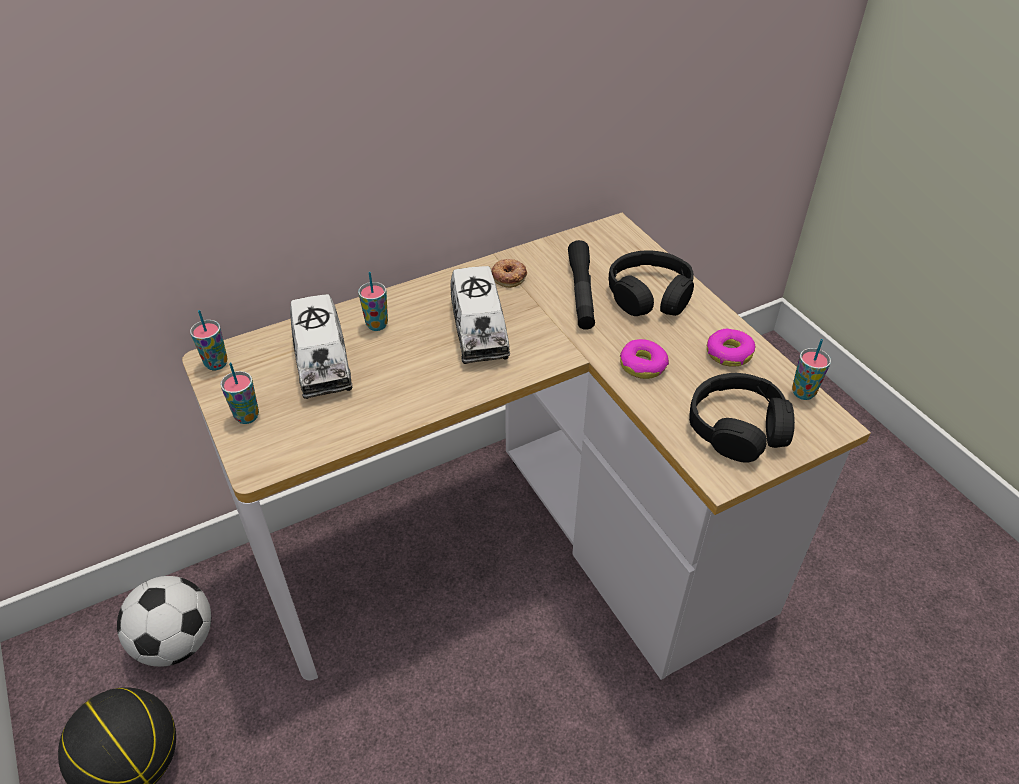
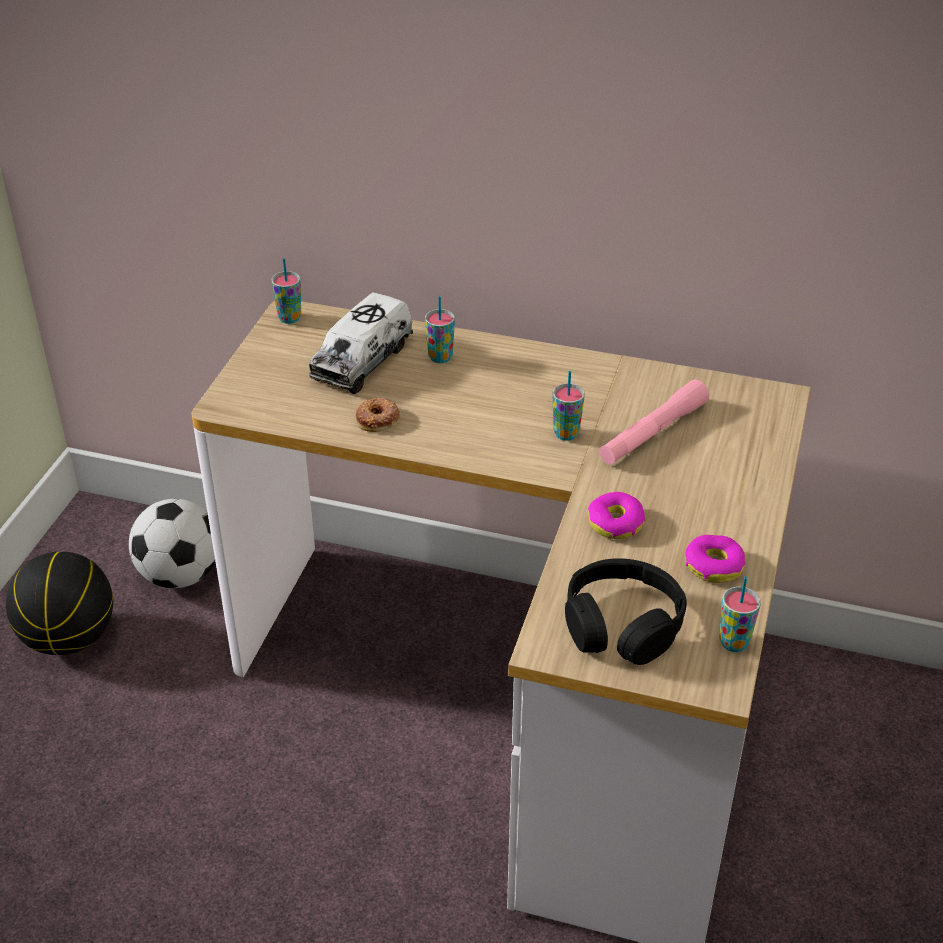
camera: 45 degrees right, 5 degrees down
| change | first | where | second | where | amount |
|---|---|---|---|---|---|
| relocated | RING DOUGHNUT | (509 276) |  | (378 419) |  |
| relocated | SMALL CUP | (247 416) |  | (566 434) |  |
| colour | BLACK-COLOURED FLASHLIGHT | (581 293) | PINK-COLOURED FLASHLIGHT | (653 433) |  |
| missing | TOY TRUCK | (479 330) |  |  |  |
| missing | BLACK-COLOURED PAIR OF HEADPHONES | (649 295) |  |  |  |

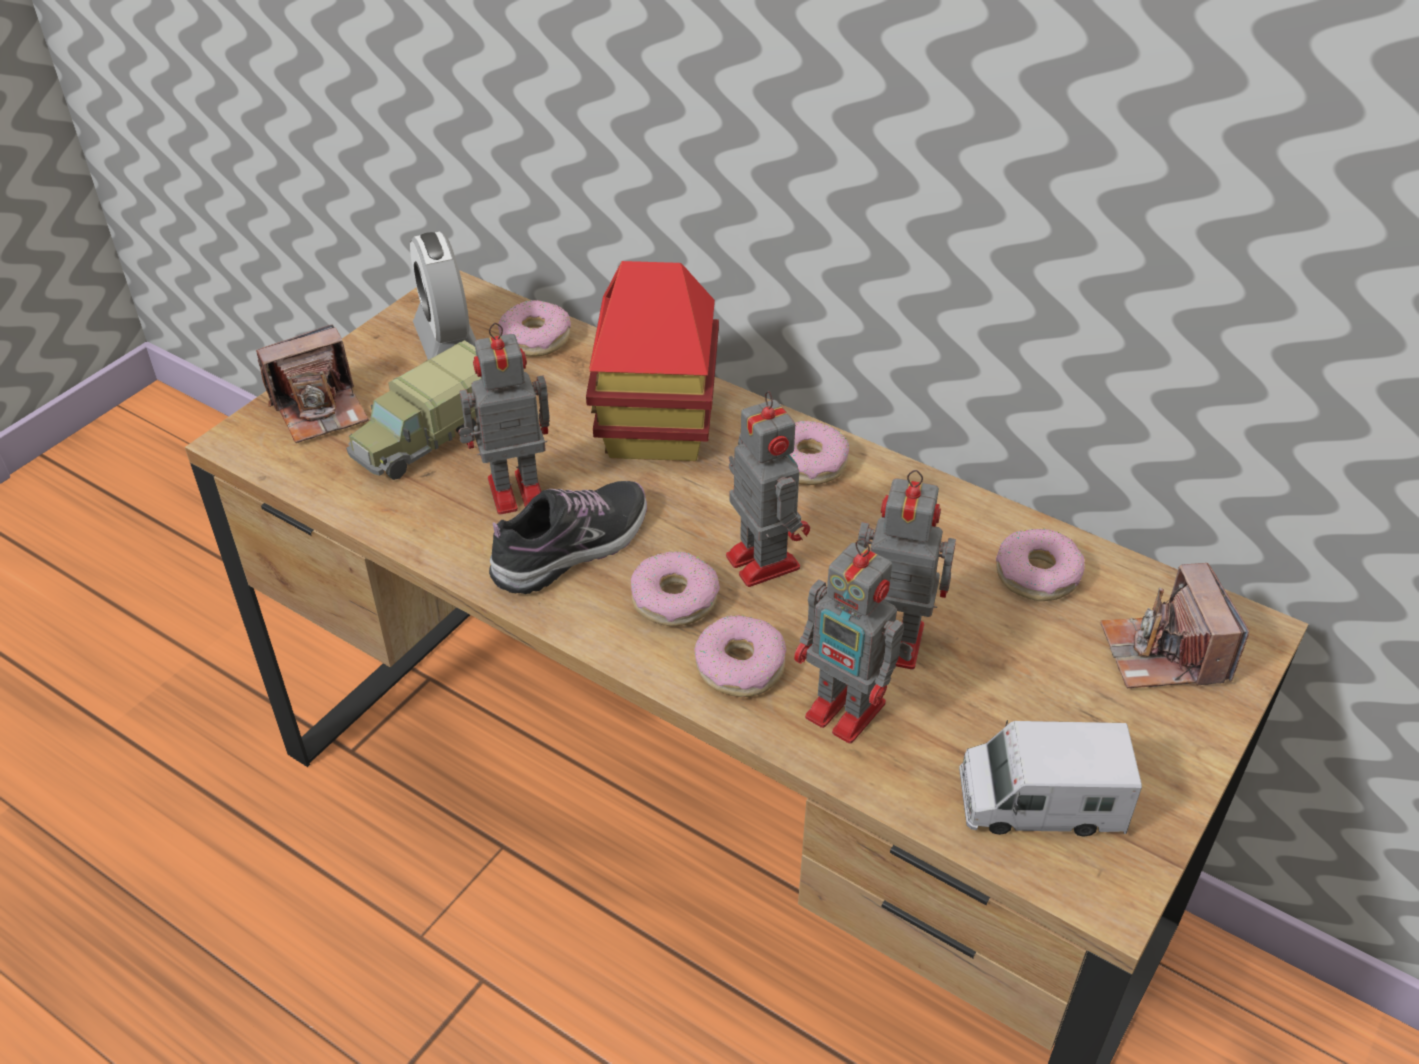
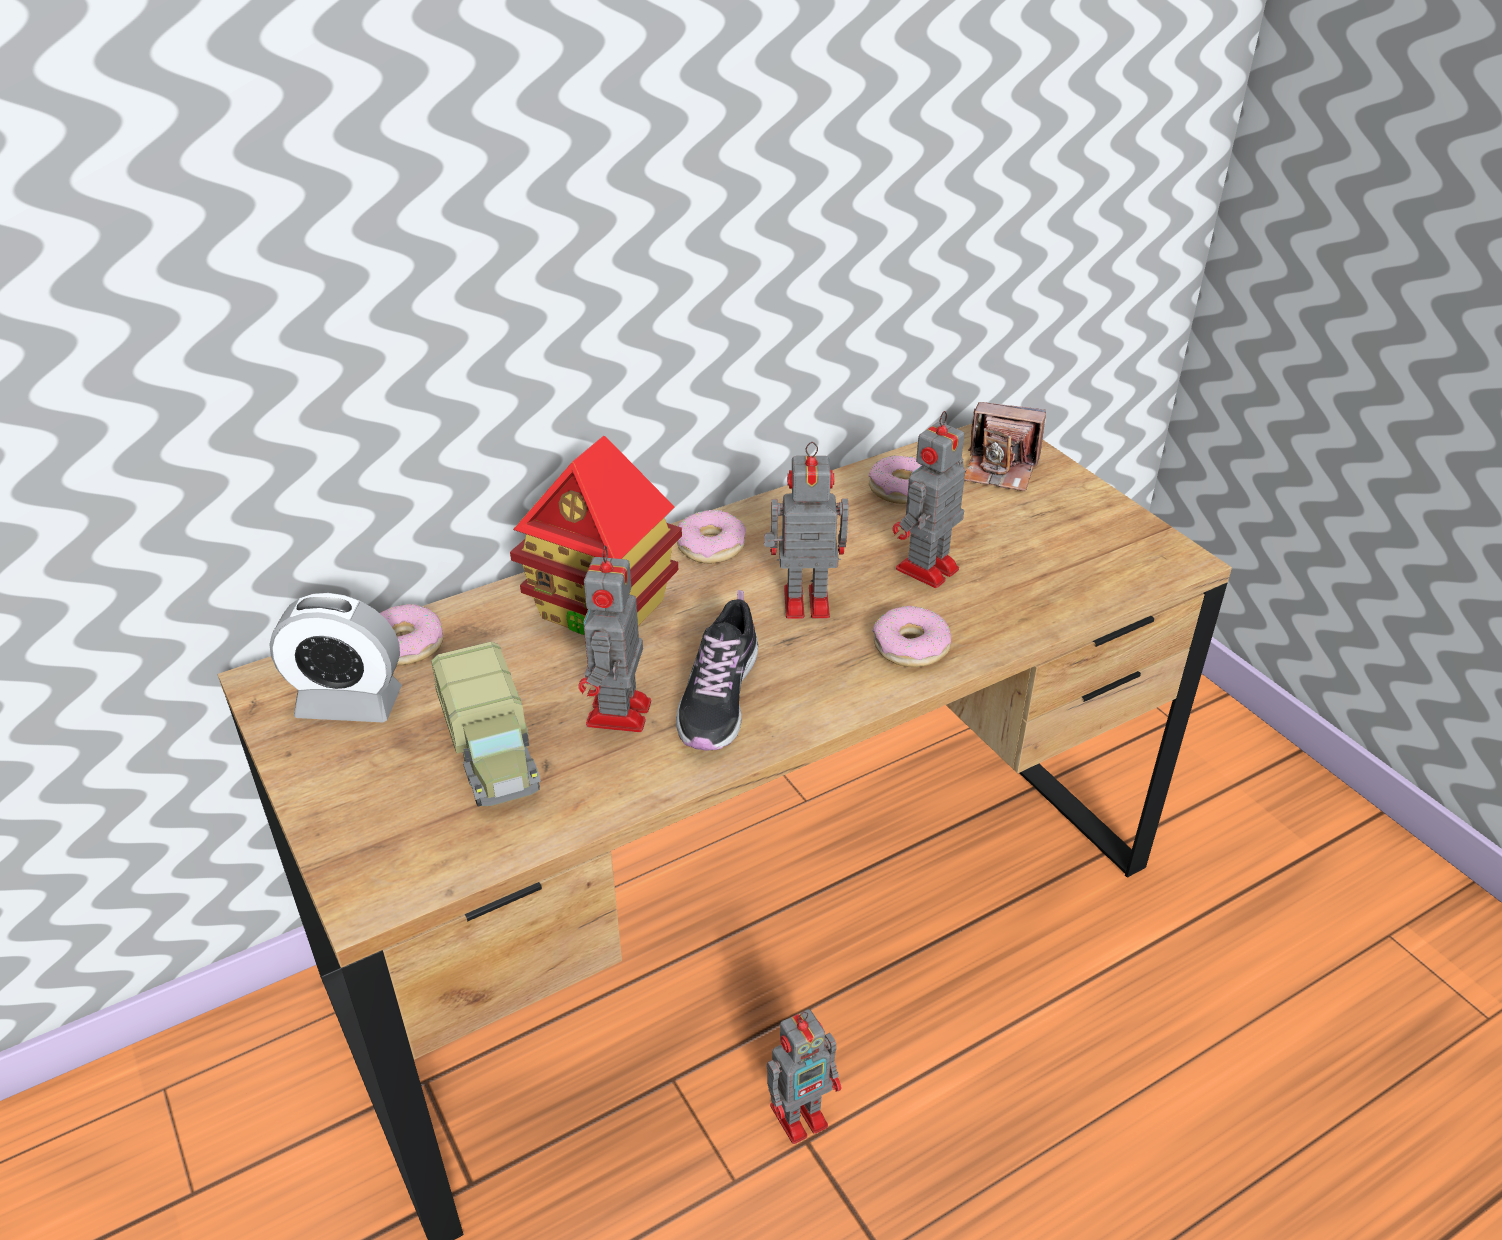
camera: 65 degrees left, 5 degrees down
| change | first | where | second | where | amount |
|---|---|---|---|---|---|
| spun | SHOE | (572 548) |  | (719 698) | 150 degrees counterclockwise |
| relocated | MODEL ROBOT | (849 712) |  | (801 1114) |  |
| missing | PHOTO CAMERA | (320 409) |  |  |  |
| missing | RING DOUGHNUT | (674 599) |  |  |  |
| missing | TOY TRUCK | (1039 803) |  |  |  |

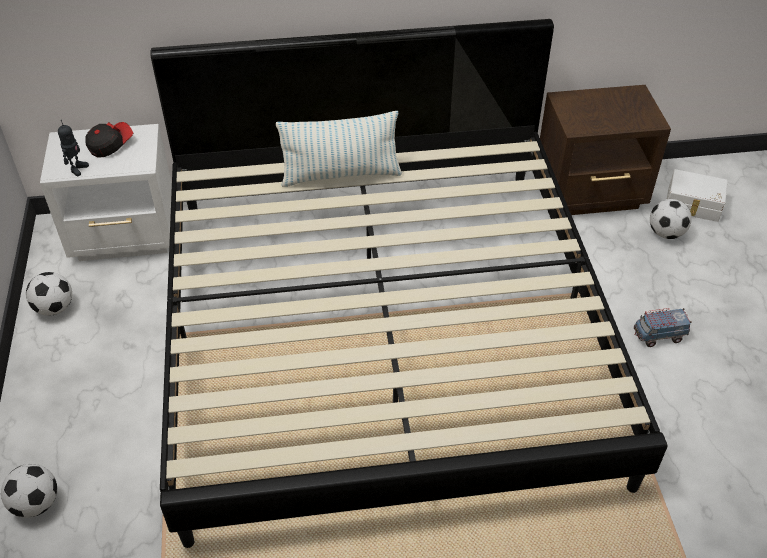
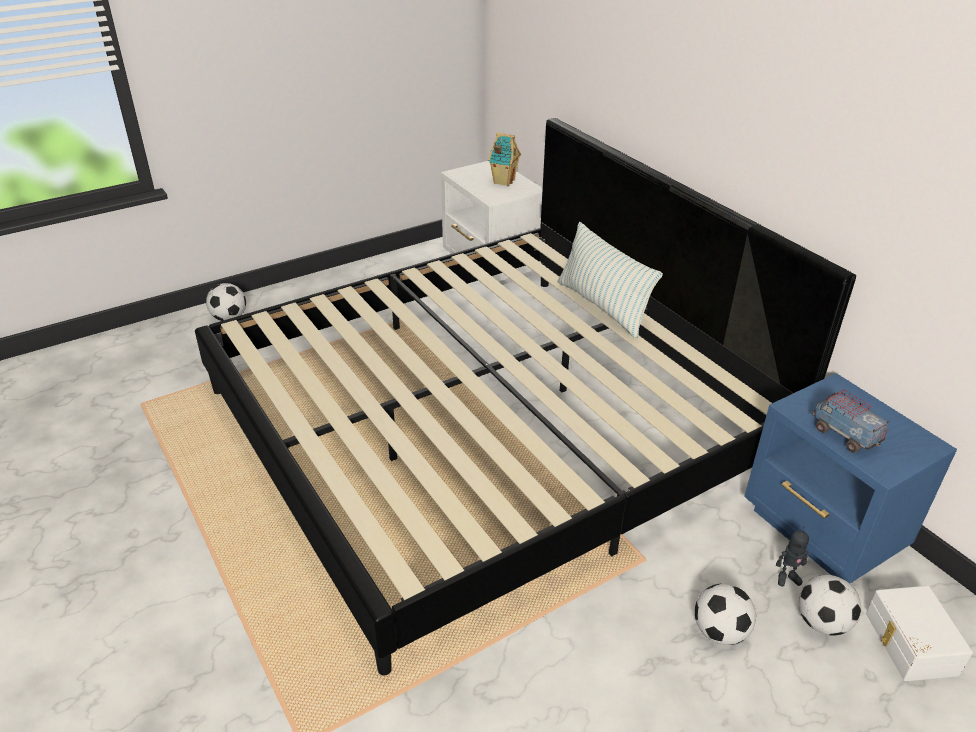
camera: 65 degrees right, 10 degrees down
| change | first | where | second | where | amount |
|---|---|---|---|---|---|
| exchanged | PEAKED CAP | (110 145) | MINIATURE HOUSE | (503 181) |  |
| relocated | FOOTBALL BALL | (54 308) |  | (719 631) |  |
| colour | BROWNISH NIGHT TABLE | (591 193) | BLUE NIGHT TABLE | (823 531) |  |
| relocated | MODEL ROBOT | (77 169) |  | (787 577) |  |
| relocated | TOY TRUCK | (658 335) |  | (844 435) |  |

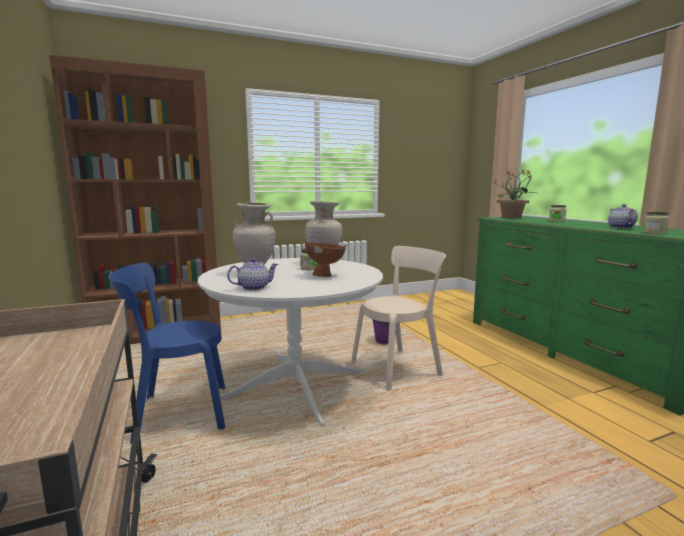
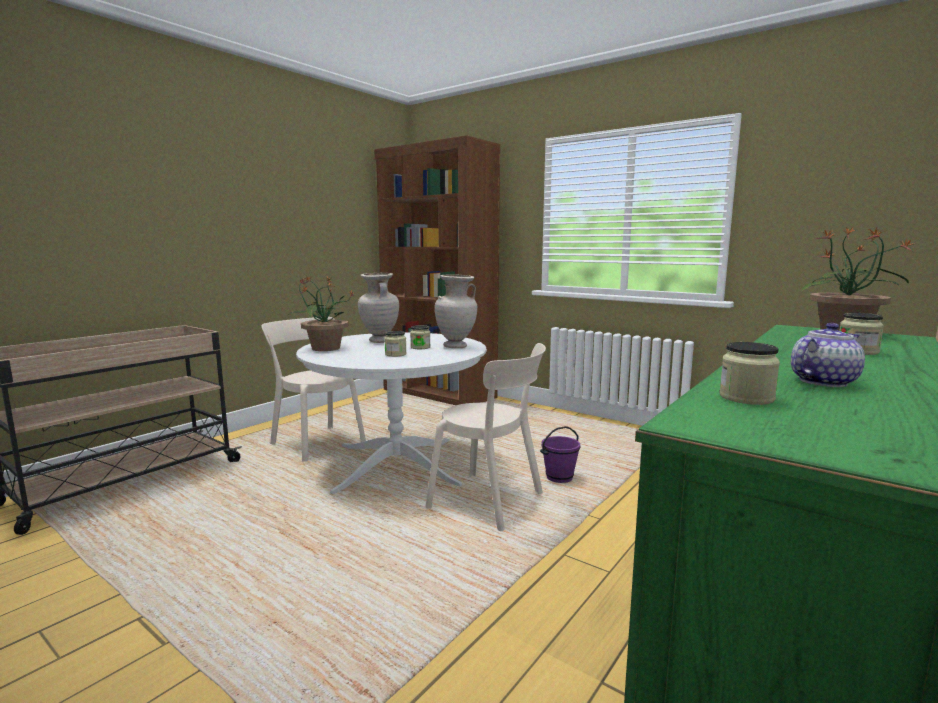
camera: 60 degrees right, 0 degrees up
| change | first | where | second | where | amount |
|---|---|---|---|---|---|
| colour | BLUE CHAIR | (177 413) | BEIGE CHAIR | (316 442) |  |
| exchanged | TEA POT | (254 287) | POTTED PLANT | (324 348) |  |
| exchanged | BROWNISH SERVING BOWL | (326 275) | JAR | (395 354) |  |

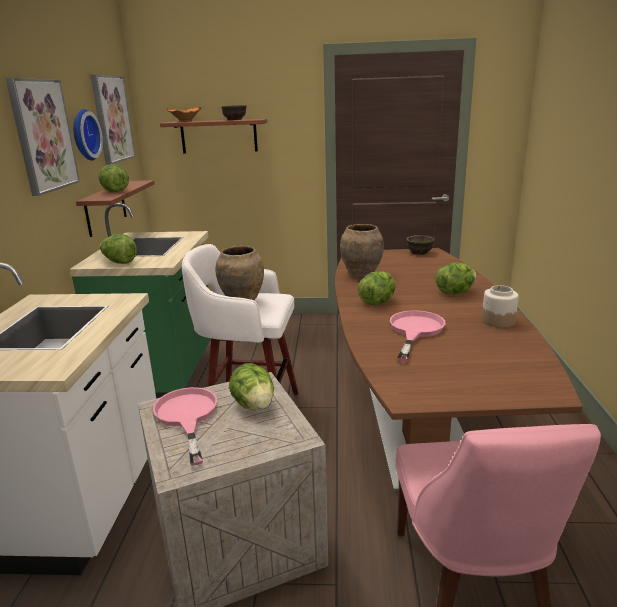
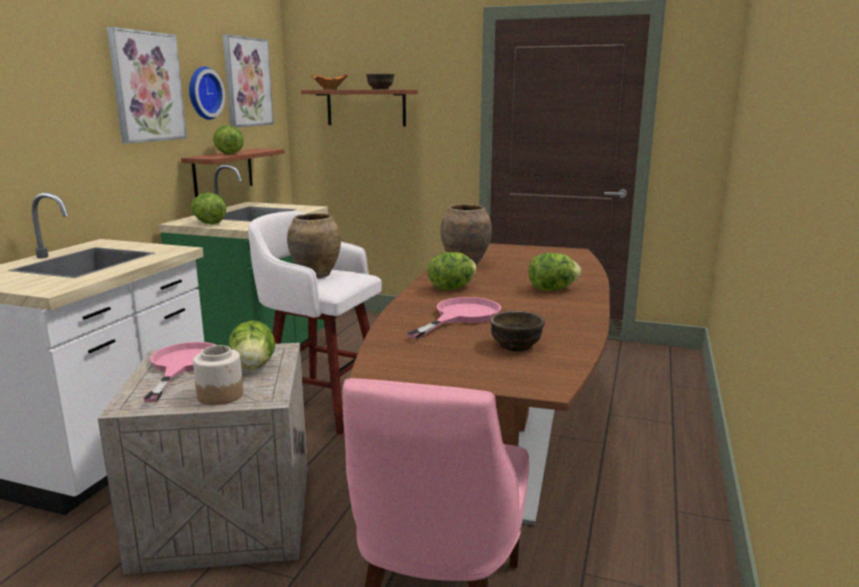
camera: 15 degrees right, 5 degrees down
| change | first | where | second | where | amount |
|---|---|---|---|---|---|
| relocated | JAR | (498 321) |  | (220 395) |  |
| relocated | BROWNISH SERVING BOWL | (419 252) |  | (516 346) |  |

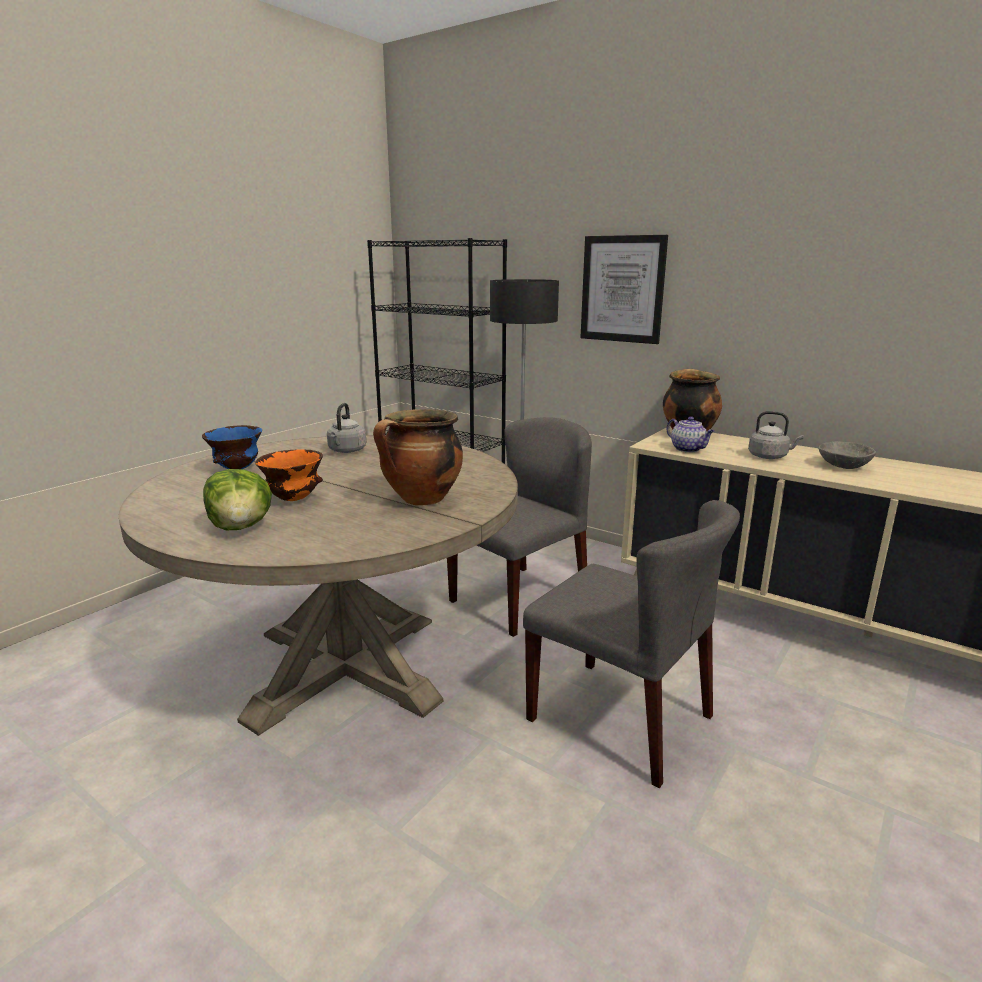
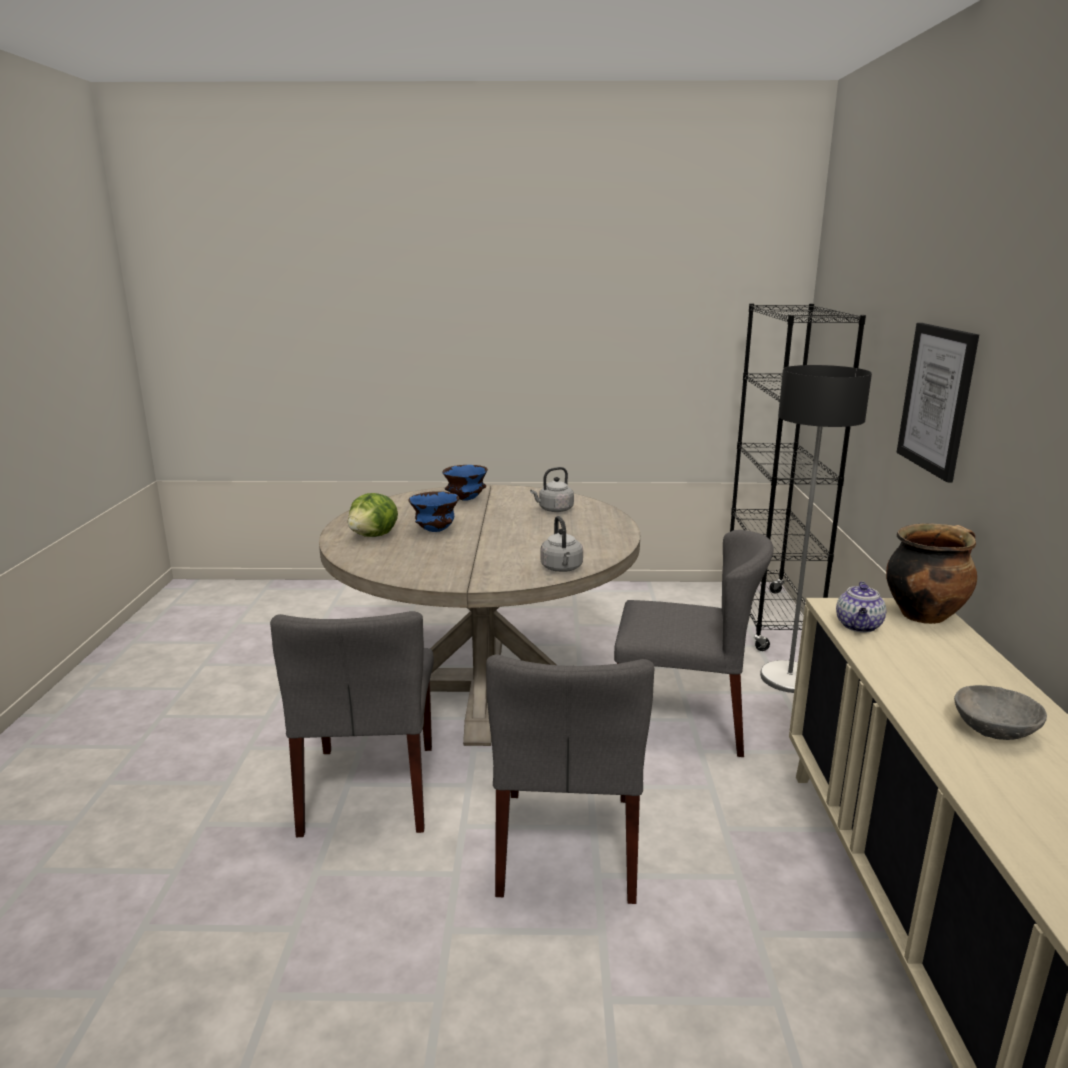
camera: 55 degrees right, 0 degrees up
| change | first | where | second | where | amount |
|---|---|---|---|---|---|
| appeared |  |  | GRAY CHAIR | (370 789) |  |
| colour | ORANGE-COLOURED SERVING BOWL | (293 500) | BLUE SERVING BOWL | (434 531) |  |
| relocated | GRAY WATER KETTLE | (770 457) |  | (562 568) |  |
| missing | COOKING POT | (421 500) |  |  |  |

